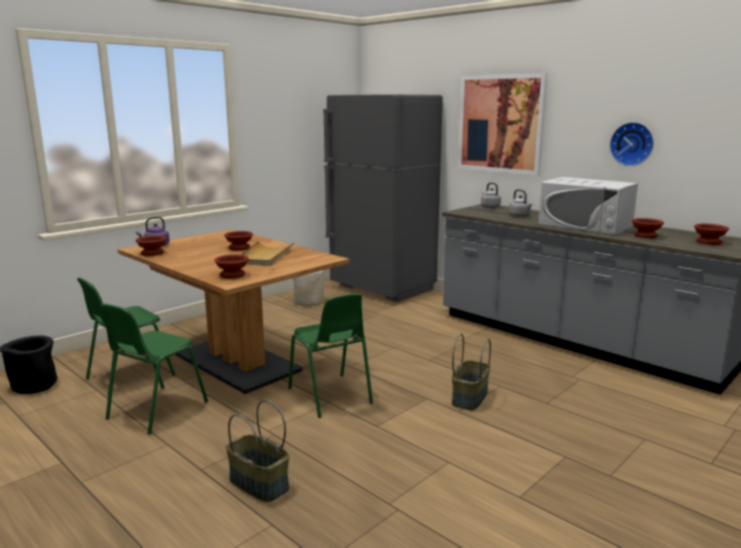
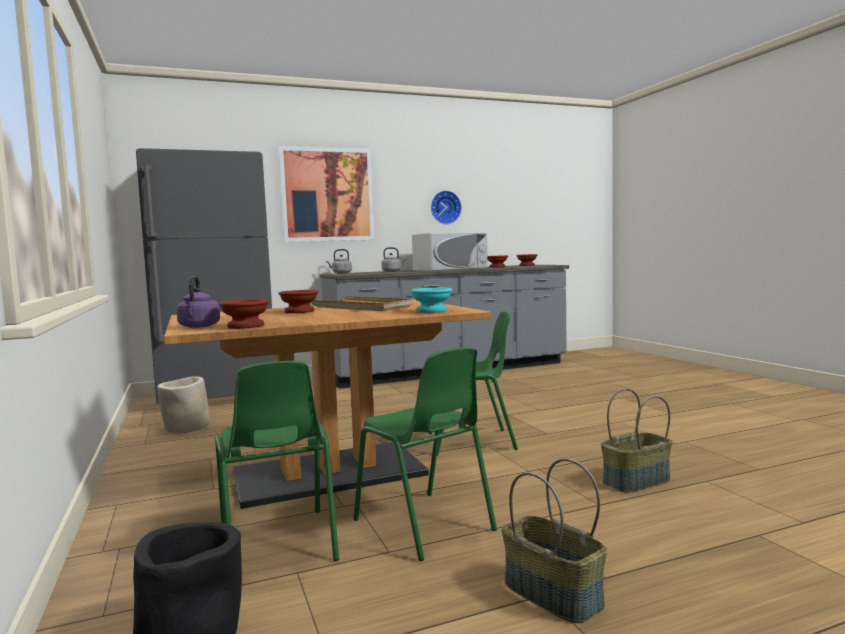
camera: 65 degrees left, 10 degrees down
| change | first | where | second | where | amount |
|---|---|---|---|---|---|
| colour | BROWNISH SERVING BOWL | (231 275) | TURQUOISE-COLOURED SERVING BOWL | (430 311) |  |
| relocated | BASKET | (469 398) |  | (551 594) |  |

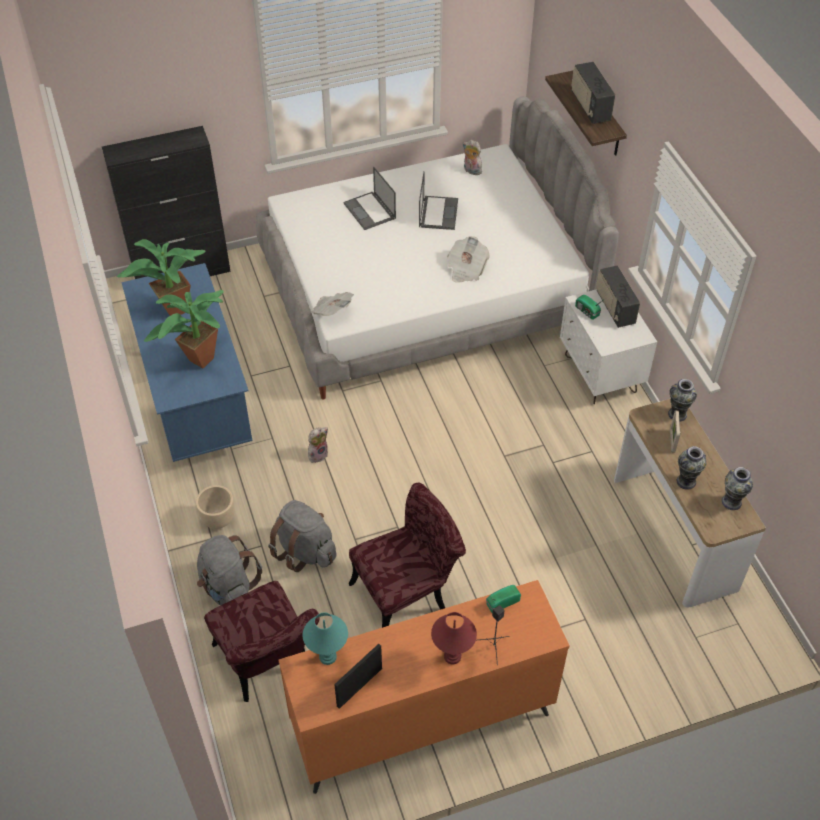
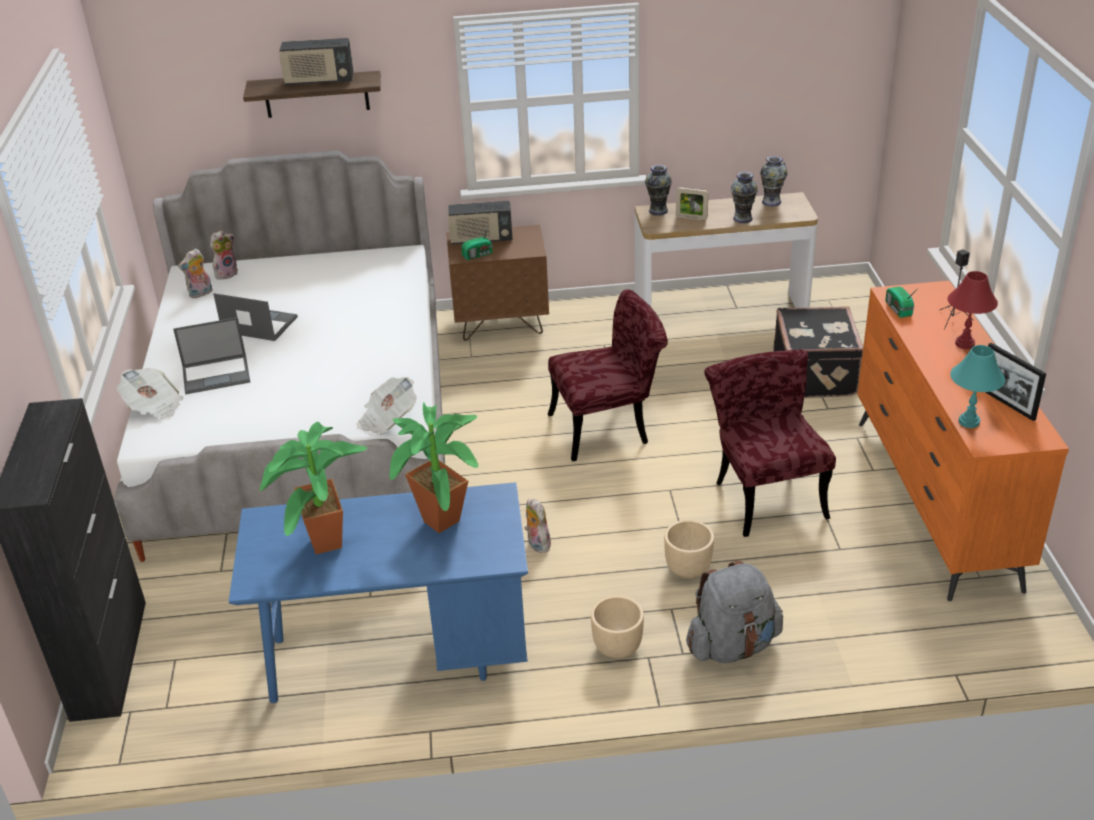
camera: 75 degrees left, 15 degrees down
| change | first | where | second | where | amount |
|---|---|---|---|---|---|
| relocated | PRINTED PAPER | (466 269) |  | (154 407) |  |
| appeared |  |  | SOFT TOY | (226 273) |  |
| colour | WHITISH NIGHT TABLE | (600 374) | BROWNISH NIGHT TABLE | (501 323) |  |
| relocated | REDDISH CHAIR | (267 665) |  | (609 427) |  |
| exchanged | GRAY BACKPACK | (304 550) | BEIGE FLOWER POT | (688 570) |  |
| appeared |  |  | BLACK-COLOURED TRAVEL CASE | (816 375) |  |

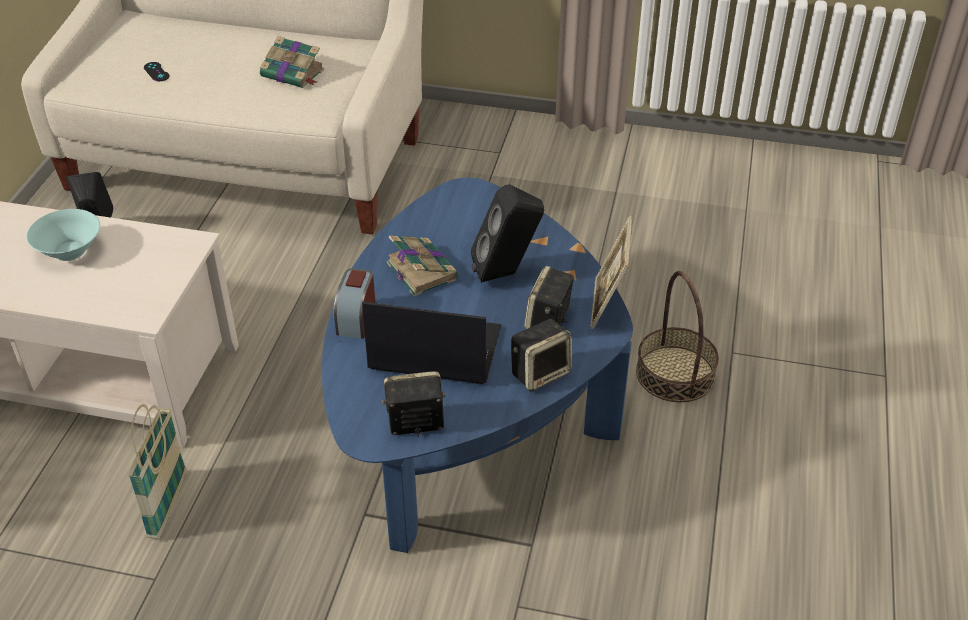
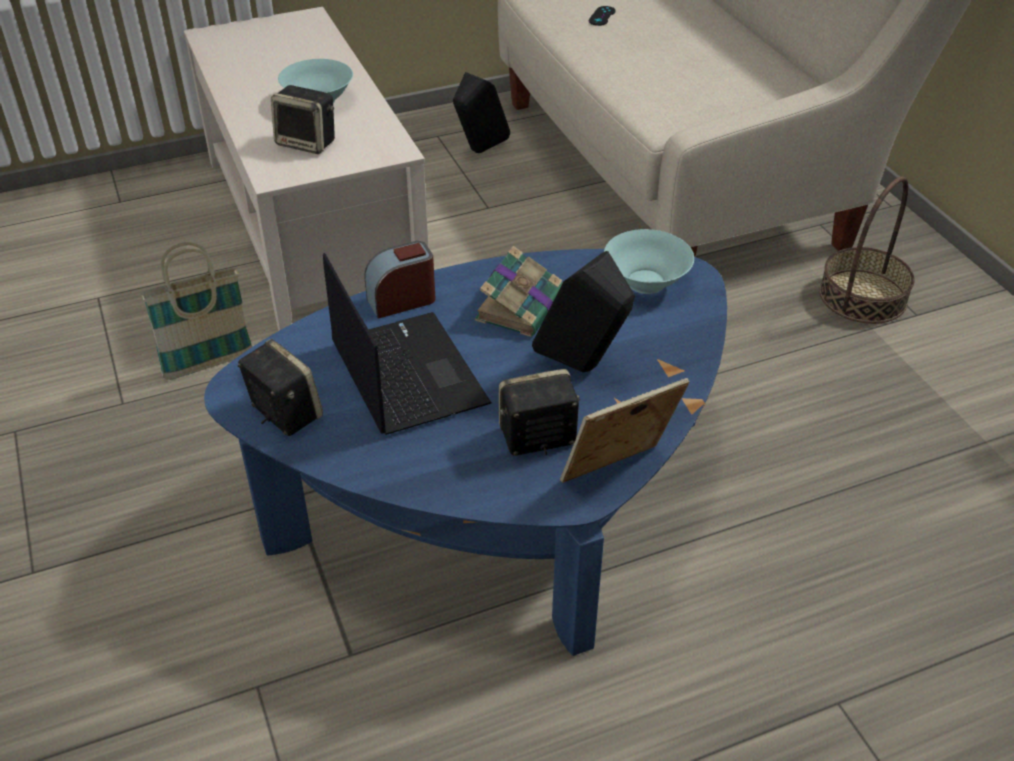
camera: 55 degrees right, 0 degrees up
| change | first | where | second | where | amount |
|---|---|---|---|---|---|
| relocated | AUDIO SPEAKER | (540 372) |  | (308 143) |  |
| appeared |  |  | TURQUOISE-COLOURED SERVING BOWL | (645 282) |  |
| relocated | BASKET | (675 374) |  | (862 296) |  |
| missing | BOUND BOOK | (293 74) |  |  |  |

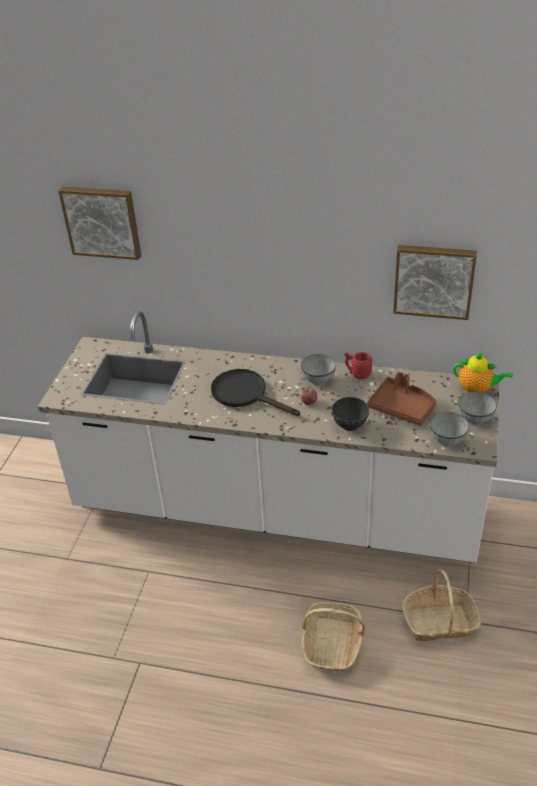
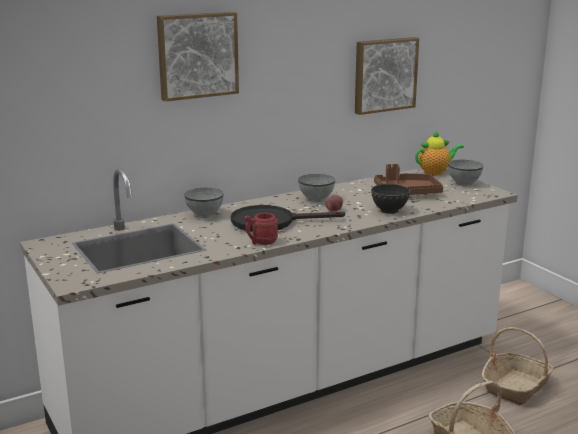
camera: 45 degrees left, 20 degrees down
| change | first | where | second | where | amount |
|---|---|---|---|---|---|
| relocated | WALL ART | (102 221) |  | (197 55) |  |
| relocated | GRAY SERVING BOWL | (447 440) |  | (205 214) |  |
| relocated | REDDISH MUG | (357 374) |  | (261 242) |  |

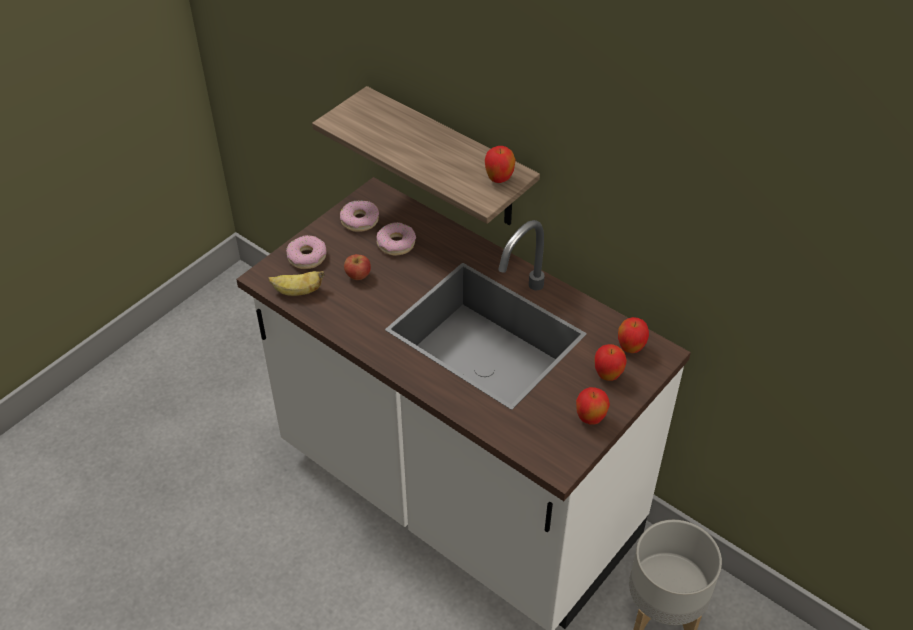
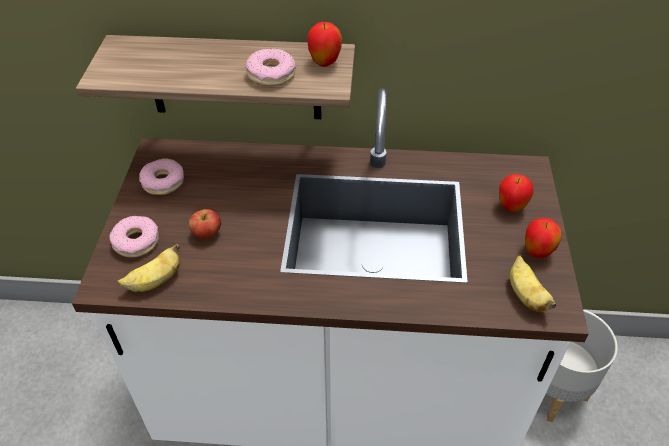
camera: 35 degrees left, 0 degrees up
| change | first | where | second | where | amount |
|---|---|---|---|---|---|
| relocated | RING DOUGHNUT | (396 244) |  | (271 74) |  |
| appeared |  |  | WHOLE BANANA | (525 295) |  |
| missing | APPLE | (630 348) |  |  |  |

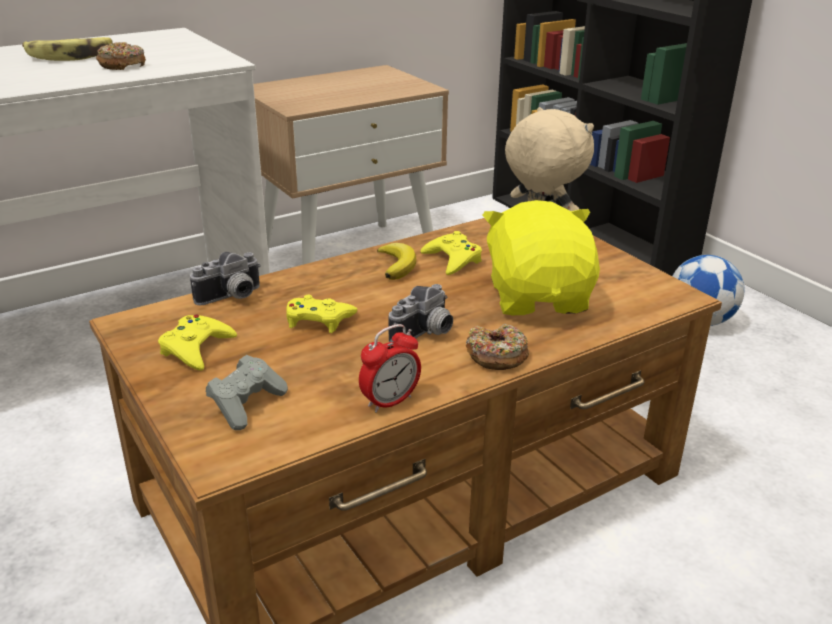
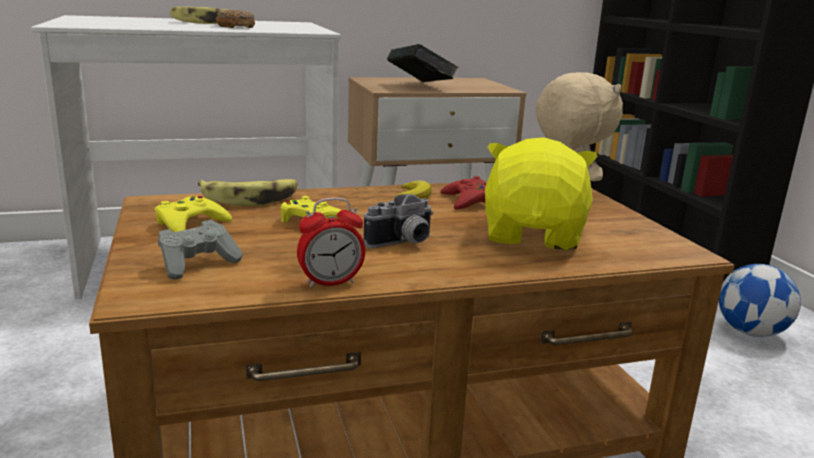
camera: 15 degrees right, 10 degrees down
| change | first | where | second | where | amount |
|---|---|---|---|---|---|
| exchanged | PHOTO CAMERA | (232 298) | WHOLE BANANA | (250 198) |  |
| appeared |  |  | BOUND BOOK | (420 86) |  |
| colour | YELLOWISH JOYPAD | (453 260) | REDDISH JOYPAD | (467 201) |  |
| missing | RING DOUGHNUT | (496 356) |  |  |  |

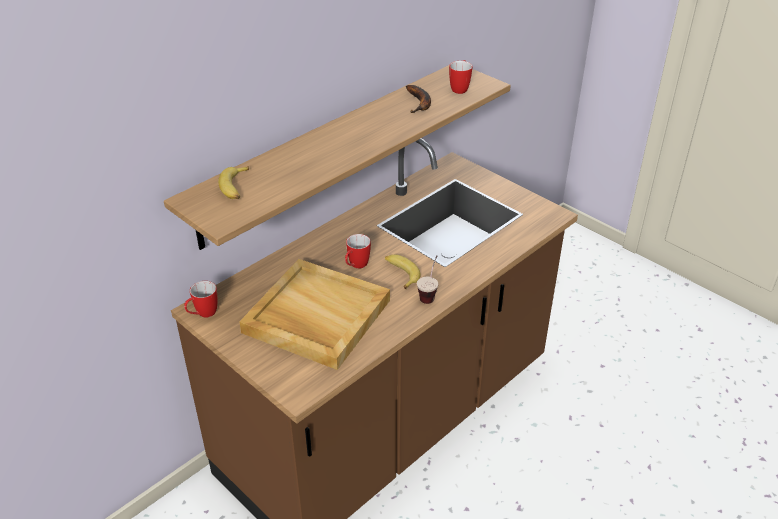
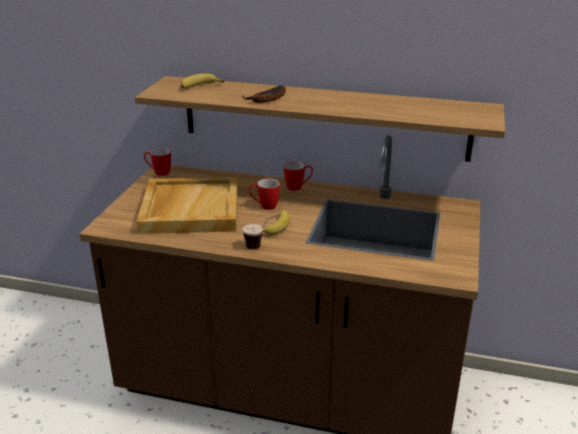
camera: 60 degrees right, 10 degrees down
| change | first | where | second | where | amount |
|---|---|---|---|---|---|
| relocated | WHOLE BANANA | (420 103) |  | (268 99) |  |
| relocated | MUG | (460 88) |  | (298 187) |  |

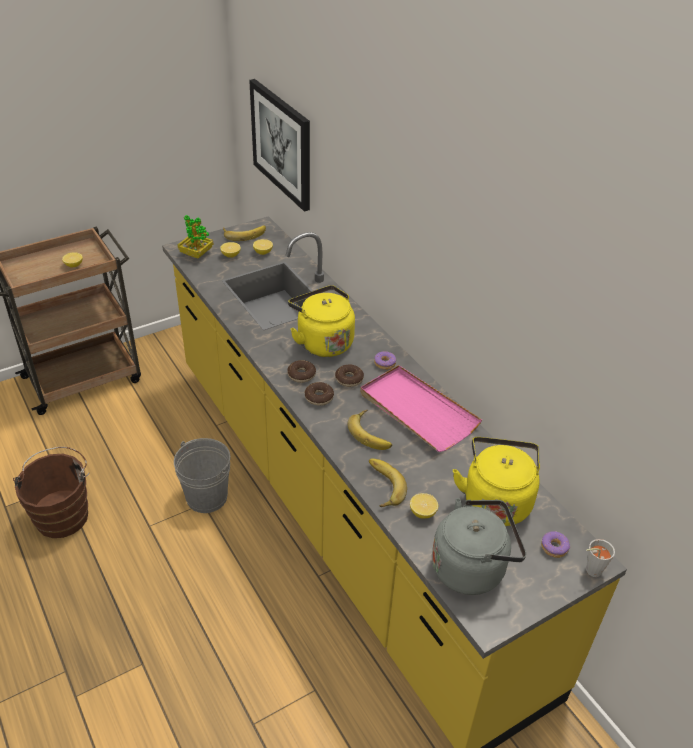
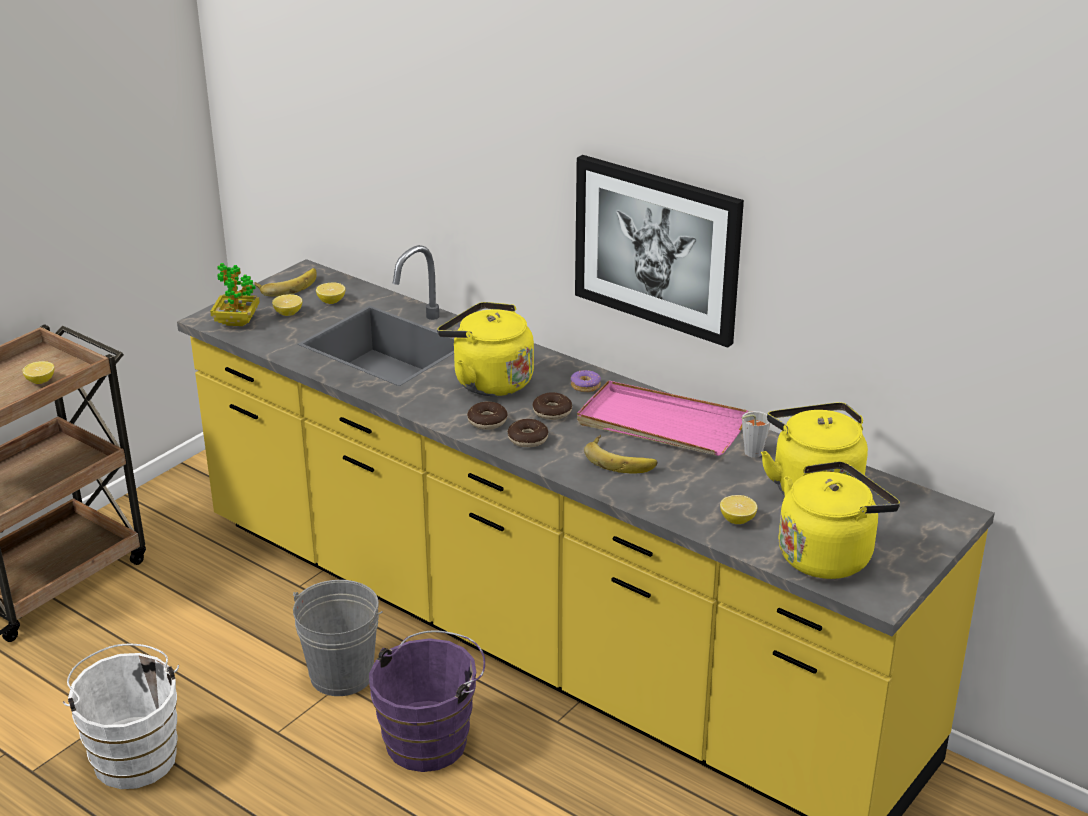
camera: 20 degrees left, 10 degrees down
| change | first | where | second | where | amount |
|---|---|---|---|---|---|
| colour | BROWNISH PAIL | (63 514) | WHITISH PAIL | (134 754) |  |
| appeared |  |  | PURPLISH PAIL | (431 739) |  |
| relocated | WALL ART | (282 144) |  | (657 248) |  |
| relocated | GRAY SMALL CUP | (590 571) |  | (750 454) |  |
| colour | GRAY WATER KETTLE | (472 567) | YELLOWISH WATER KETTLE | (828 555) |  |
| missing | WHOLE BANANA | (381 486) |  |  |  |
| missing | RING DOUGHNUT | (554 548) |  |  |  |

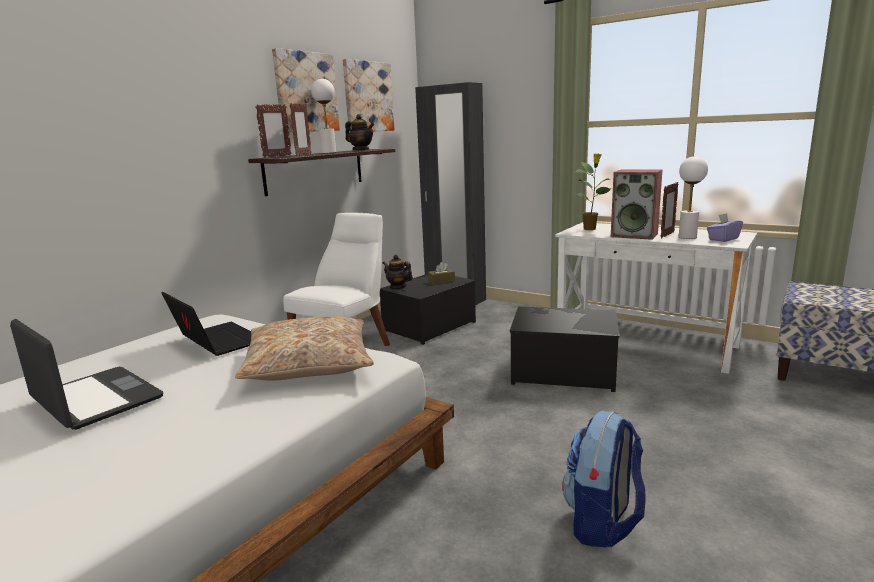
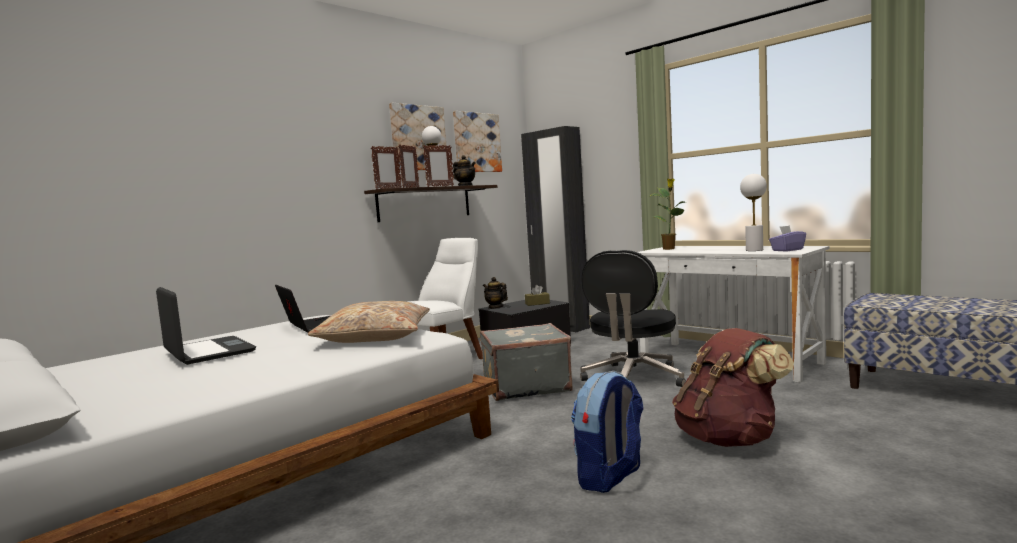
camera: 10 degrees right, 10 degrees down
| change | first | where | second | where | amount |
|---|---|---|---|---|---|
| relocated | PICTURE FRAME | (667 235) |  | (440 186) |  |
| appeared |  |  | GRAY TRAVEL CASE | (525 386) |  |
| exchanged | STORAGE CONTAINER | (562 372) | BLACK-COLOURED DESK CHAIR | (633 379) |  |
| appeared |  |  | BROWNISH BACKPACK | (729 439) |  |
| missing | AUDIO SPEAKER | (635 235) |  |  |  |

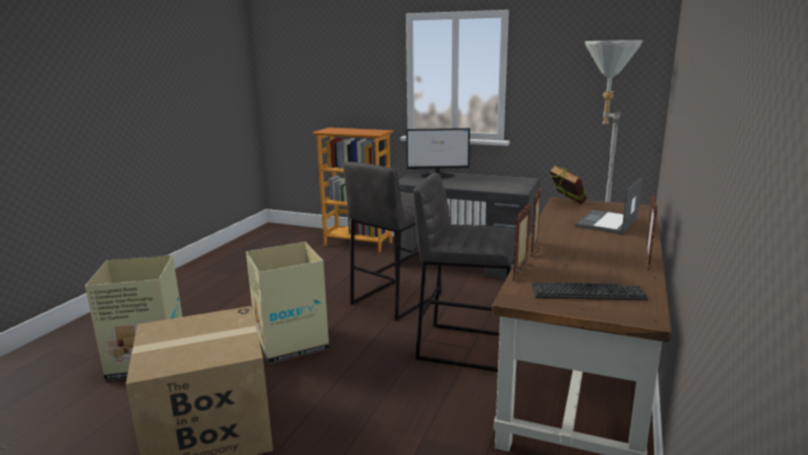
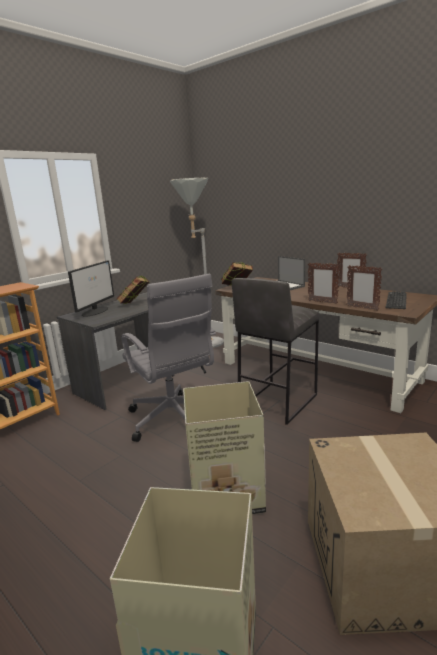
camera: 70 degrees left, 0 degrees up
| change | first | where | second | where | amount |
|---|---|---|---|---|---|
| appeared |  |  | BOUND BOOK | (135 305) |  |
| exchanged | GRAY STOOL | (395 298) | GRAY DESK CHAIR | (174 419) |  |

